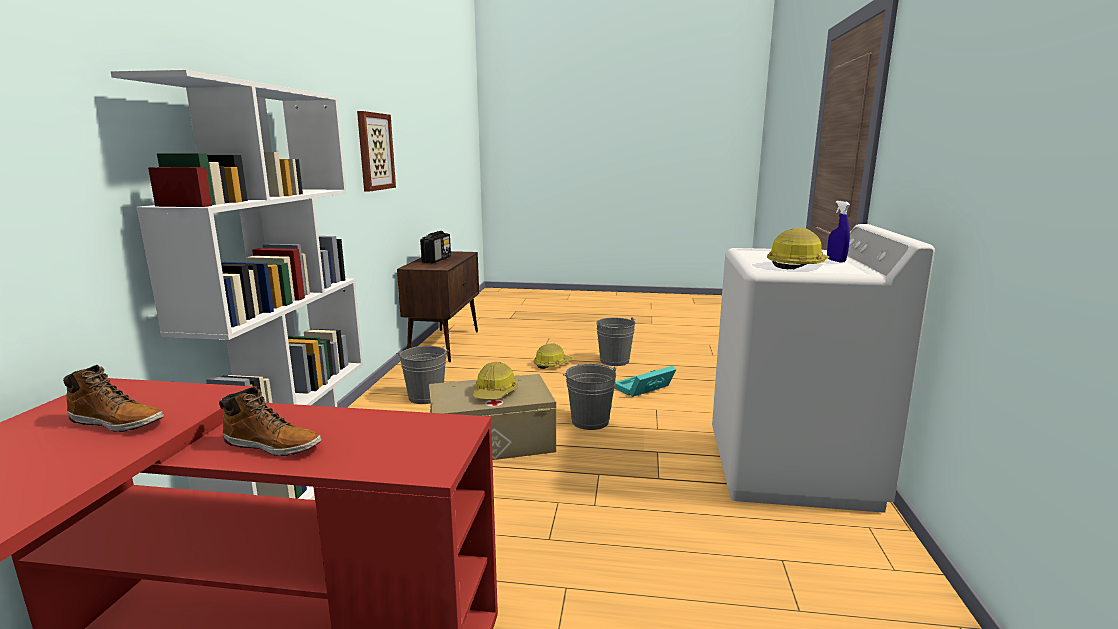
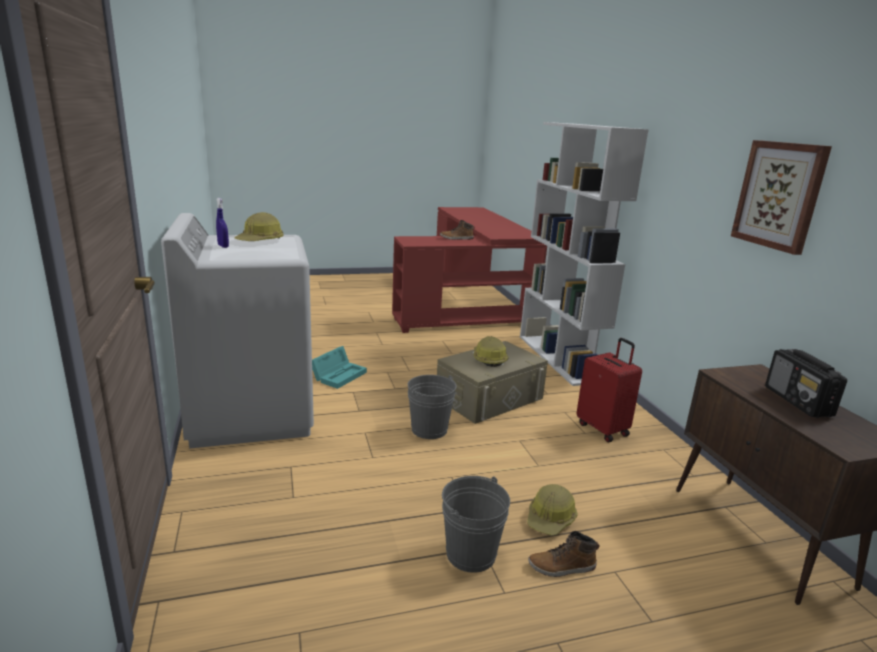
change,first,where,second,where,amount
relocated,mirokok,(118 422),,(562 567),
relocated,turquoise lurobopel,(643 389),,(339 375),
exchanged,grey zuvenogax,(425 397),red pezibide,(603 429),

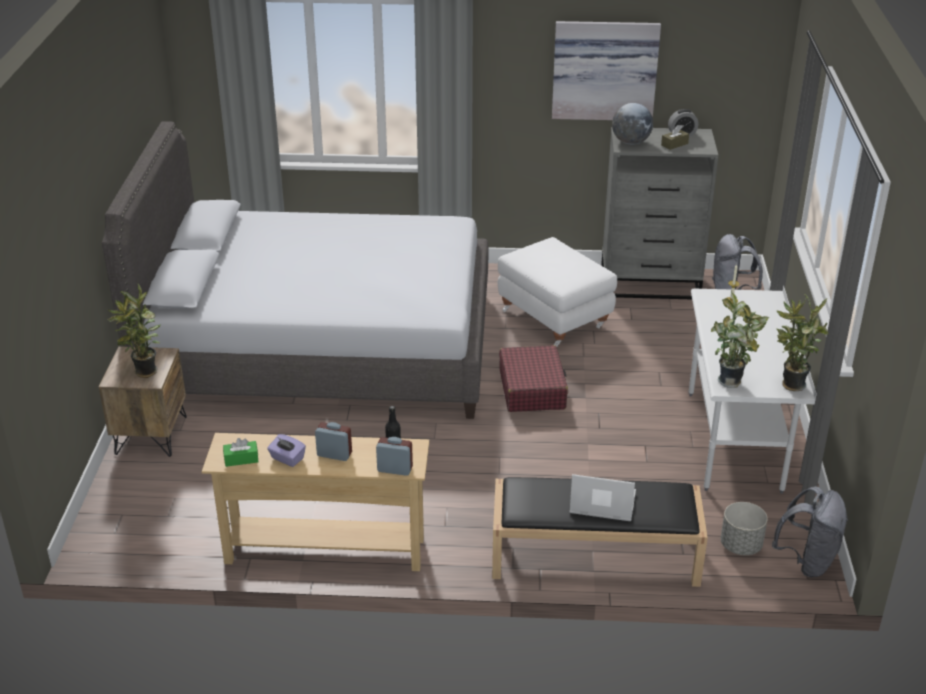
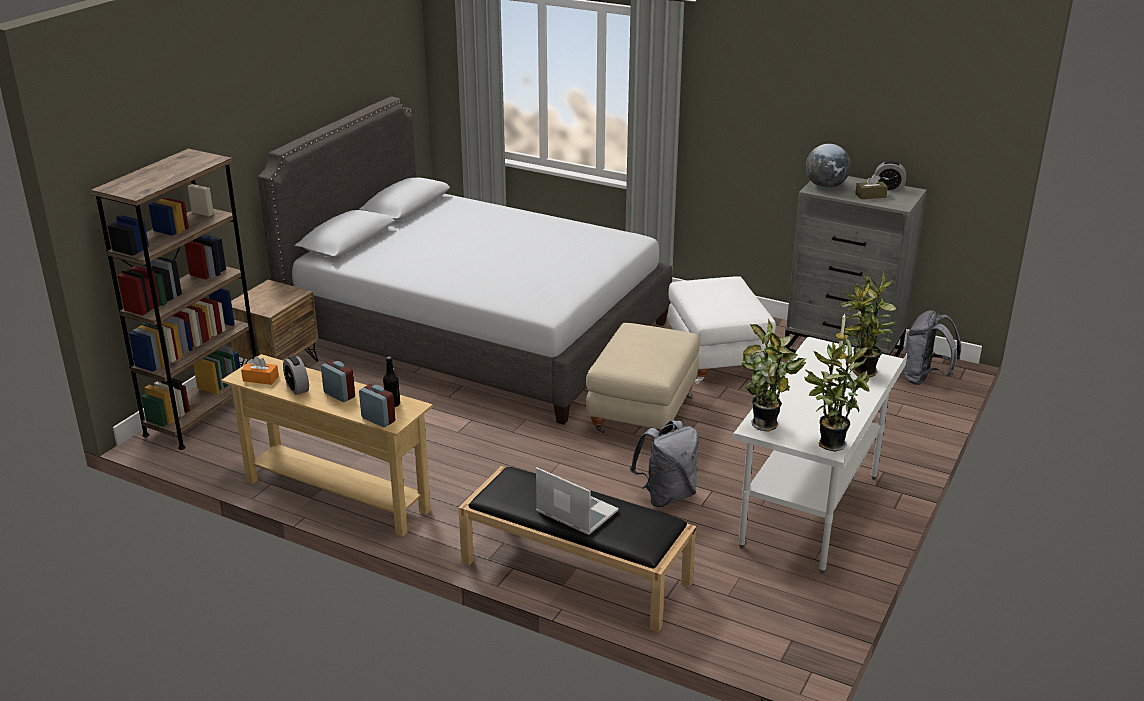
change,first,where,second,where,amount
missing,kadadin,(604 69),,,
missing,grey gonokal,(741 545),,,
appeared,,,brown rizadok,(204 414),
relocated,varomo,(144 373),,(862 373),
relocated,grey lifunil,(807 561),,(667 496),
exchanged,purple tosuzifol,(287 459),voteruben,(297 388),
exchanged,red pezibide,(532 389),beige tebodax,(642 413),
colour,green tosuzifol,(241 459),orange tosuzifol,(260 379),

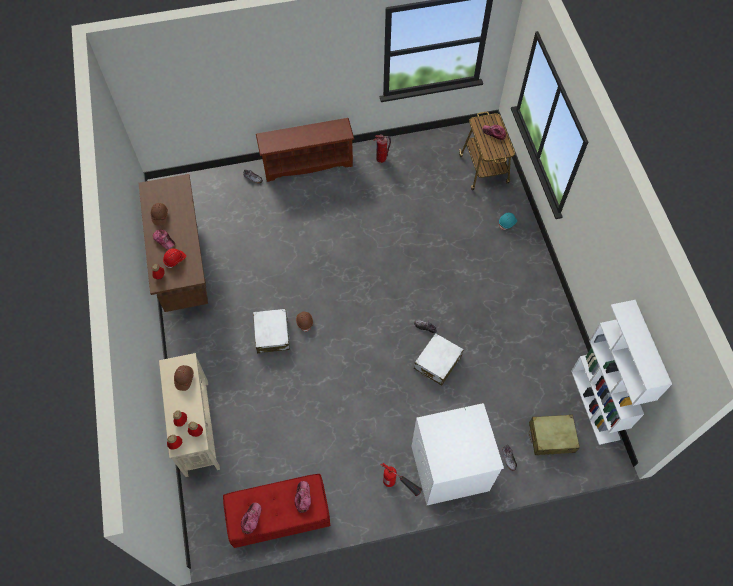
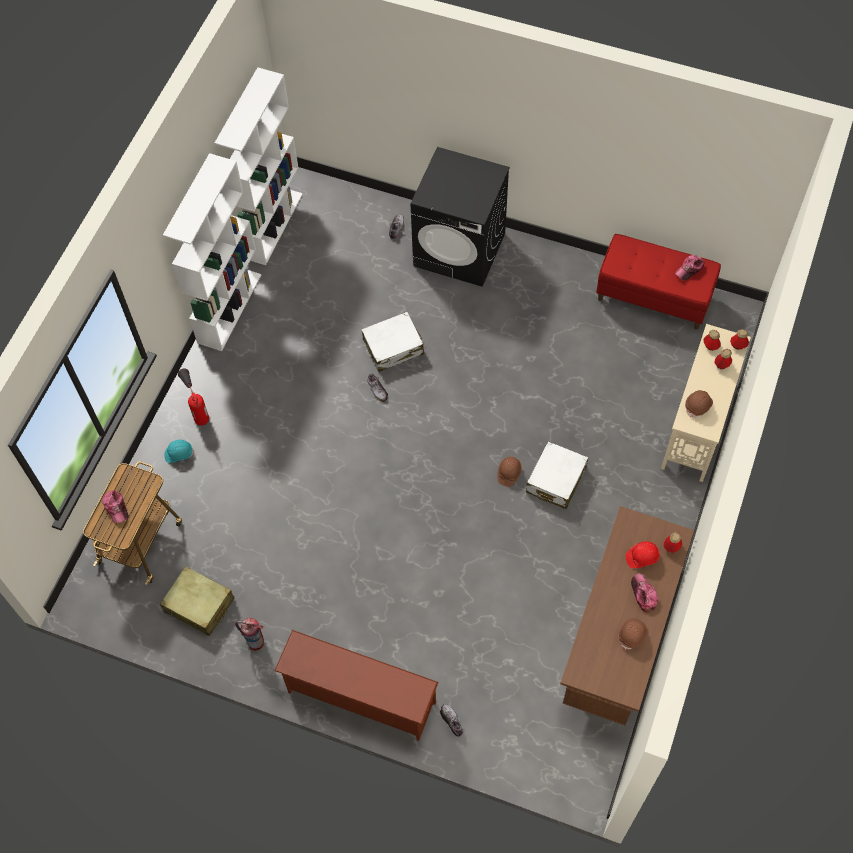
change,first,where,second,where,amount
missing,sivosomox,(303 497),,,
appeared,,,white rizadok,(229 308),
relocated,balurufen,(399 487),,(197 408),
relocated,beige pezibide,(551 437),,(199 605),
colour,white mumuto,(449 468),black mumuto,(460 249),

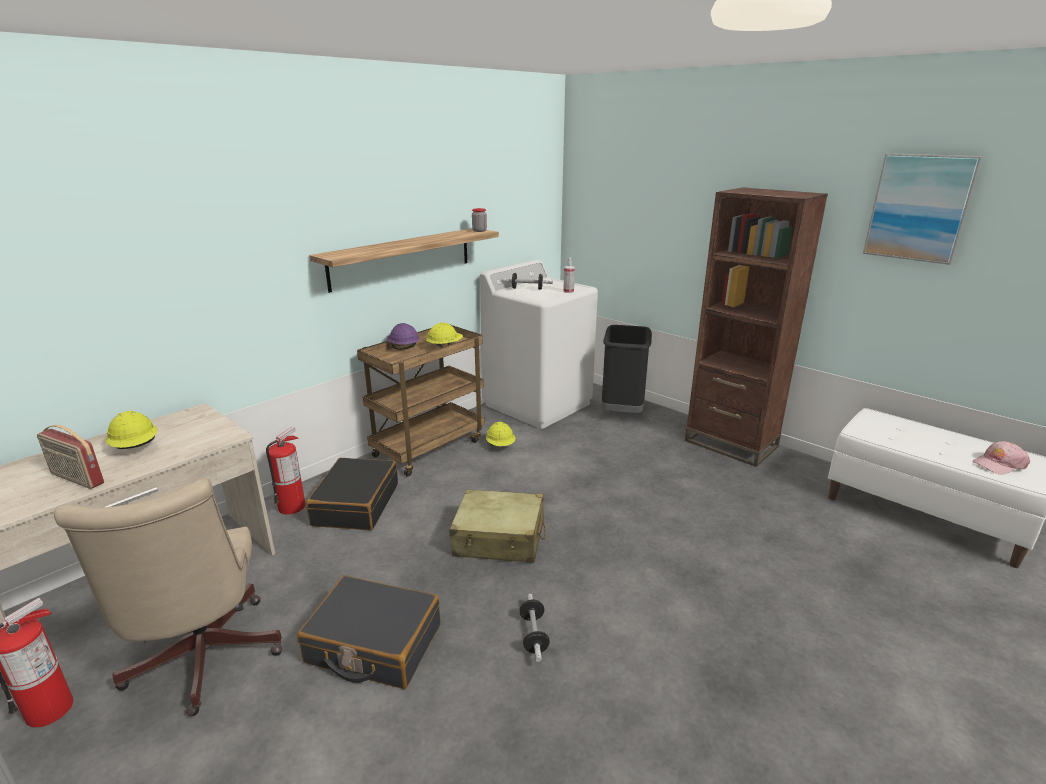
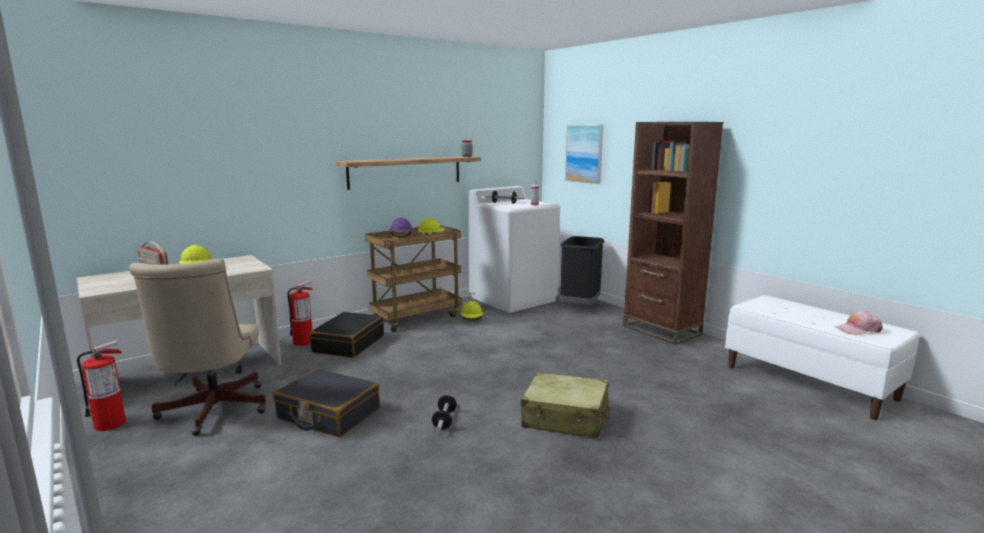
change,first,where,second,where,amount
relocated,beige pezibide,(499 539),,(566 418),
relocated,kadadin,(919 208),,(584 153),

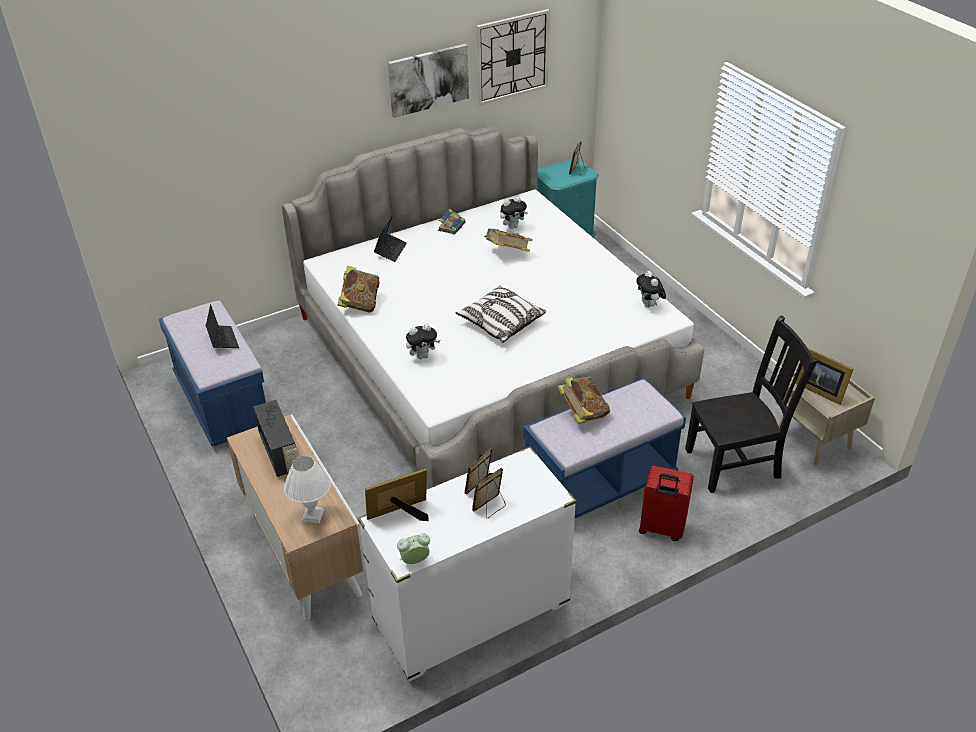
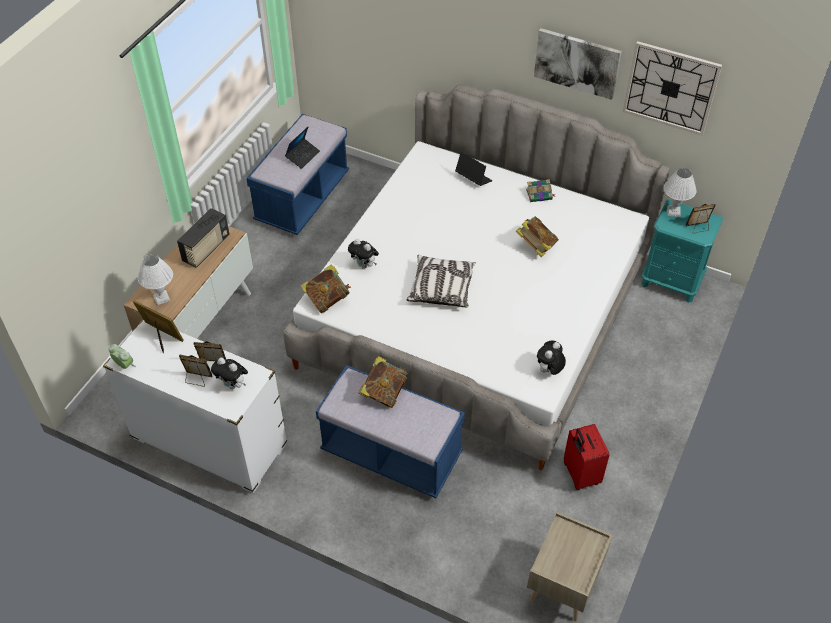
change,first,where,second,where,amount
missing,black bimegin,(735 463),,,
missing,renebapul,(818 389),,,
appeared,,,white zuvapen,(673 211),
relocated,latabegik,(360 303),,(327 299),
relocated,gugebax,(513 226),,(233 385),
relocated,red pezibide,(661 529),,(580 474),
spun,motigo,(390 250),,(473 178),120 degrees counterclockwise

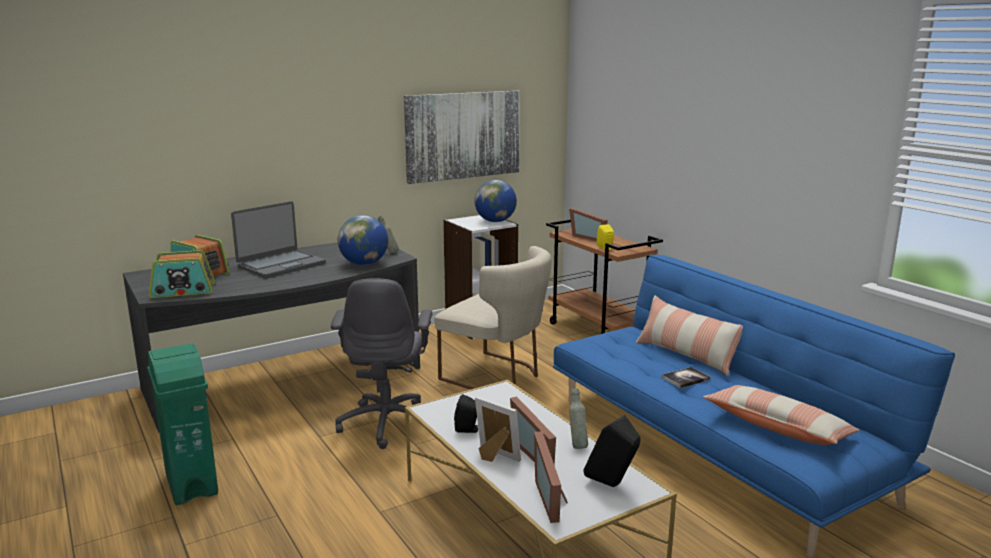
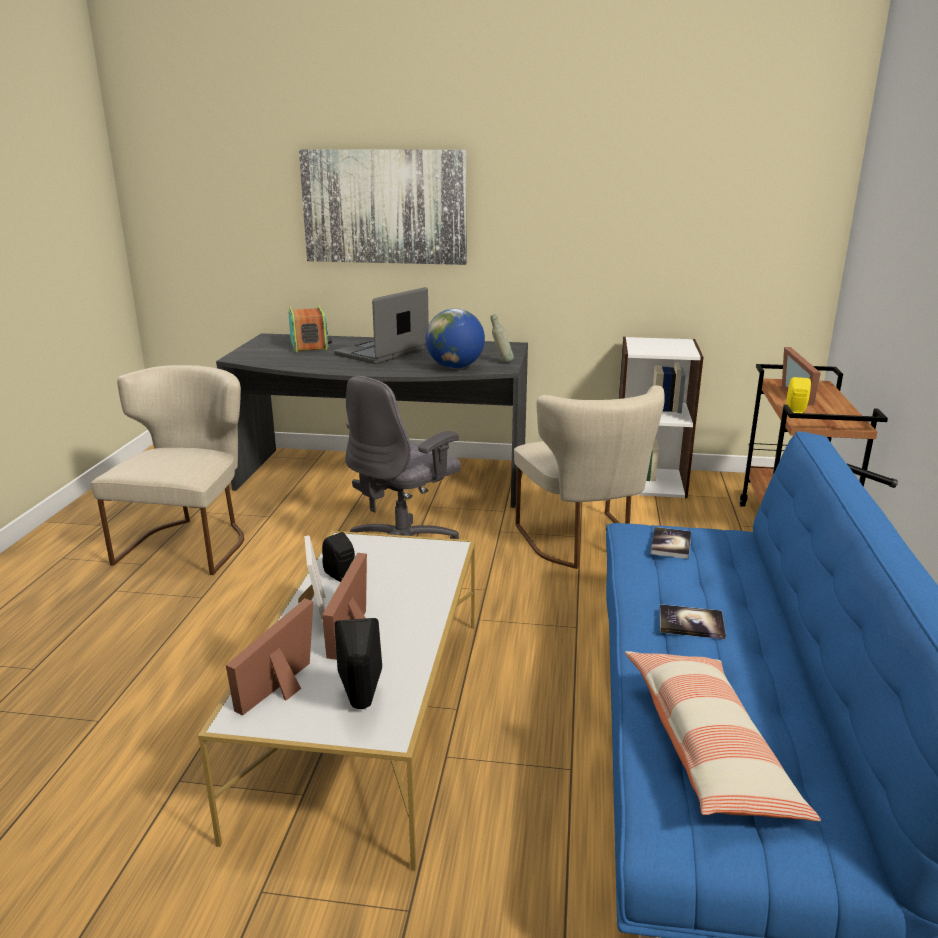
change,first,where,second,where,amount
missing,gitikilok,(183 291),,,
missing,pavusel,(495 221),,,
missing,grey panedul,(577 445),,,
missing,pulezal,(686 355),,,
appeared,,,latabegik,(671 544),
relocated,kadadin,(463 135),,(384 207),
exchanged,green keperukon,(192 483),beige bimegin,(190 542),
spun,motigo,(281 265),,(383 352),135 degrees clockwise

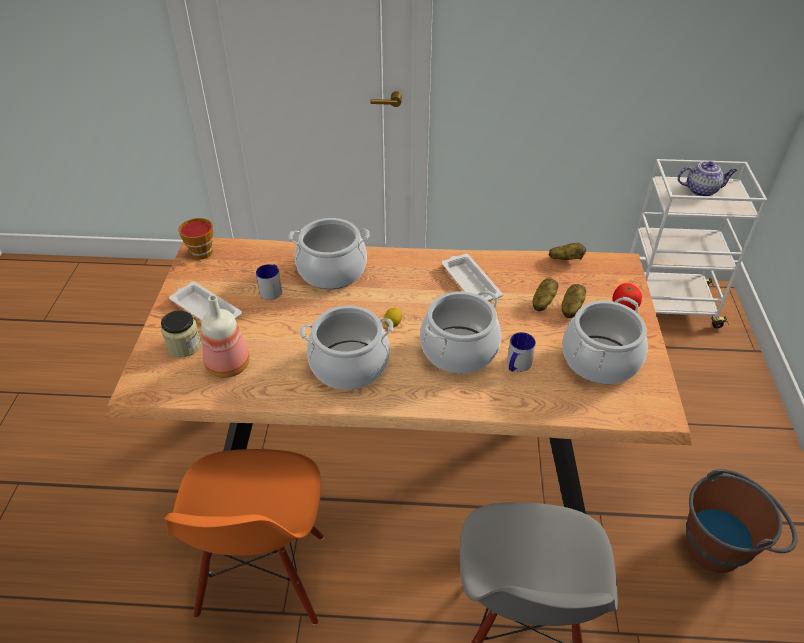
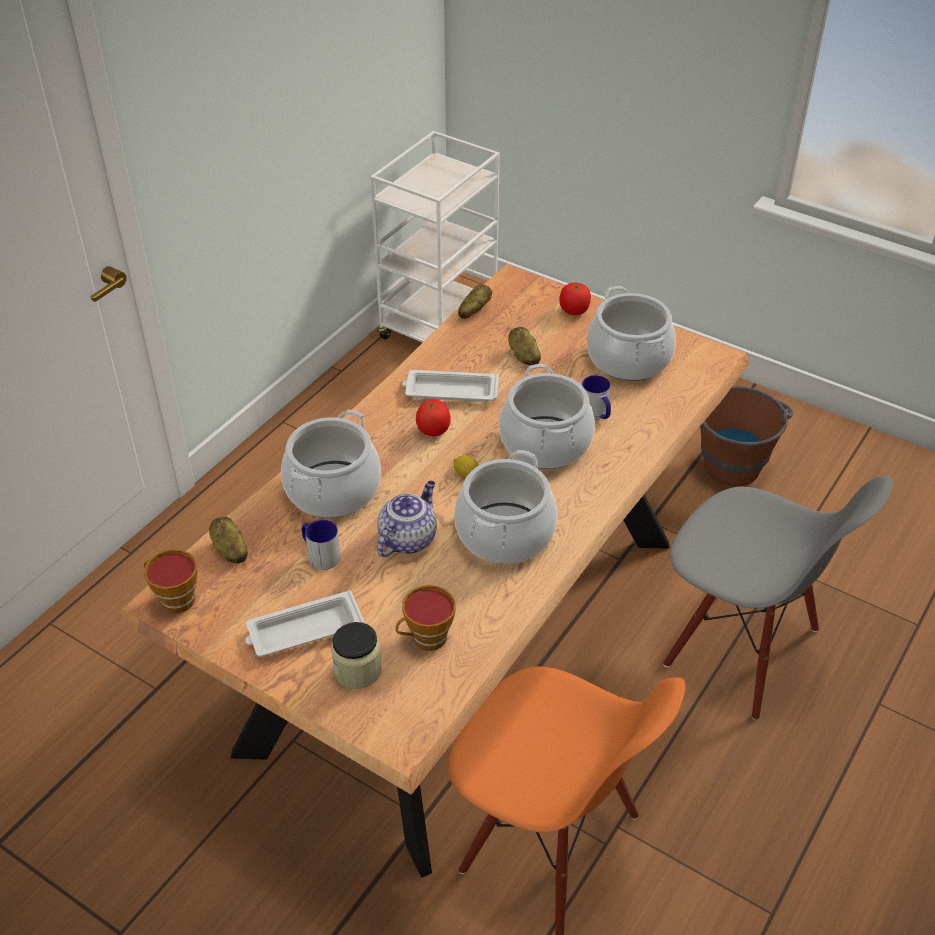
change,first,where,second,where,amount
appeared,,,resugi,(433 430),
relocated,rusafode,(571 308),,(230 550),
relocated,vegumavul,(702 190),,(407 538),
exchanged,panedul,(227 366),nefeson,(426 639),

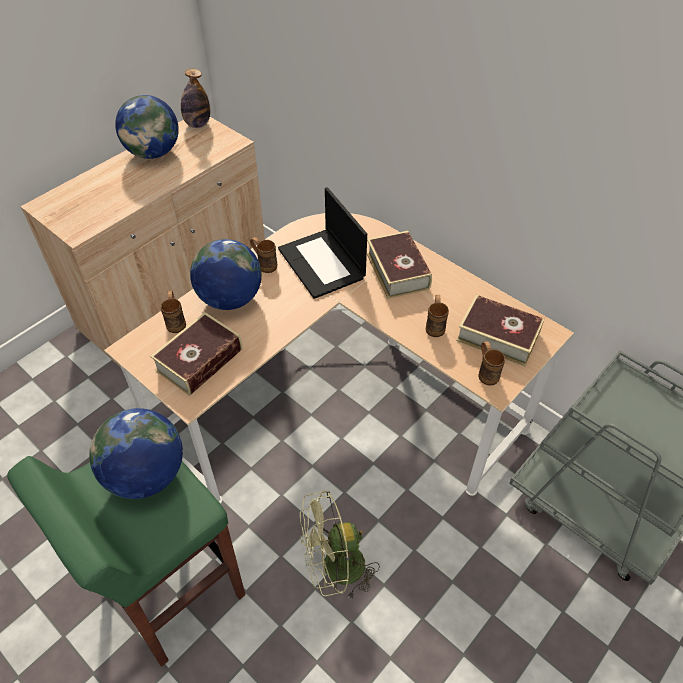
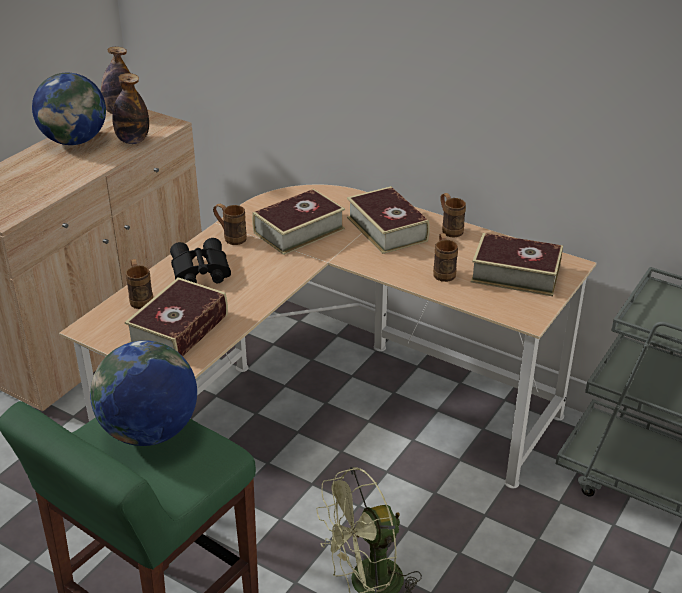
change,first,where,second,where,amount
appeared,,,panedul,(133 140),
relocated,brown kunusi,(486 372),,(449 229),
exchanged,pavusel,(230 299),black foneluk,(199 272),
exchanged,motigo,(322 264),latabegik,(299 231),

